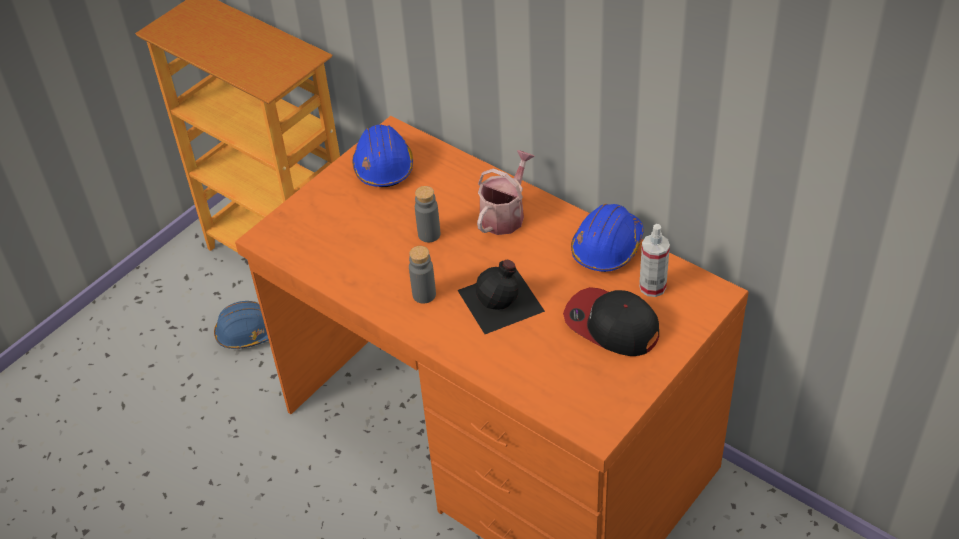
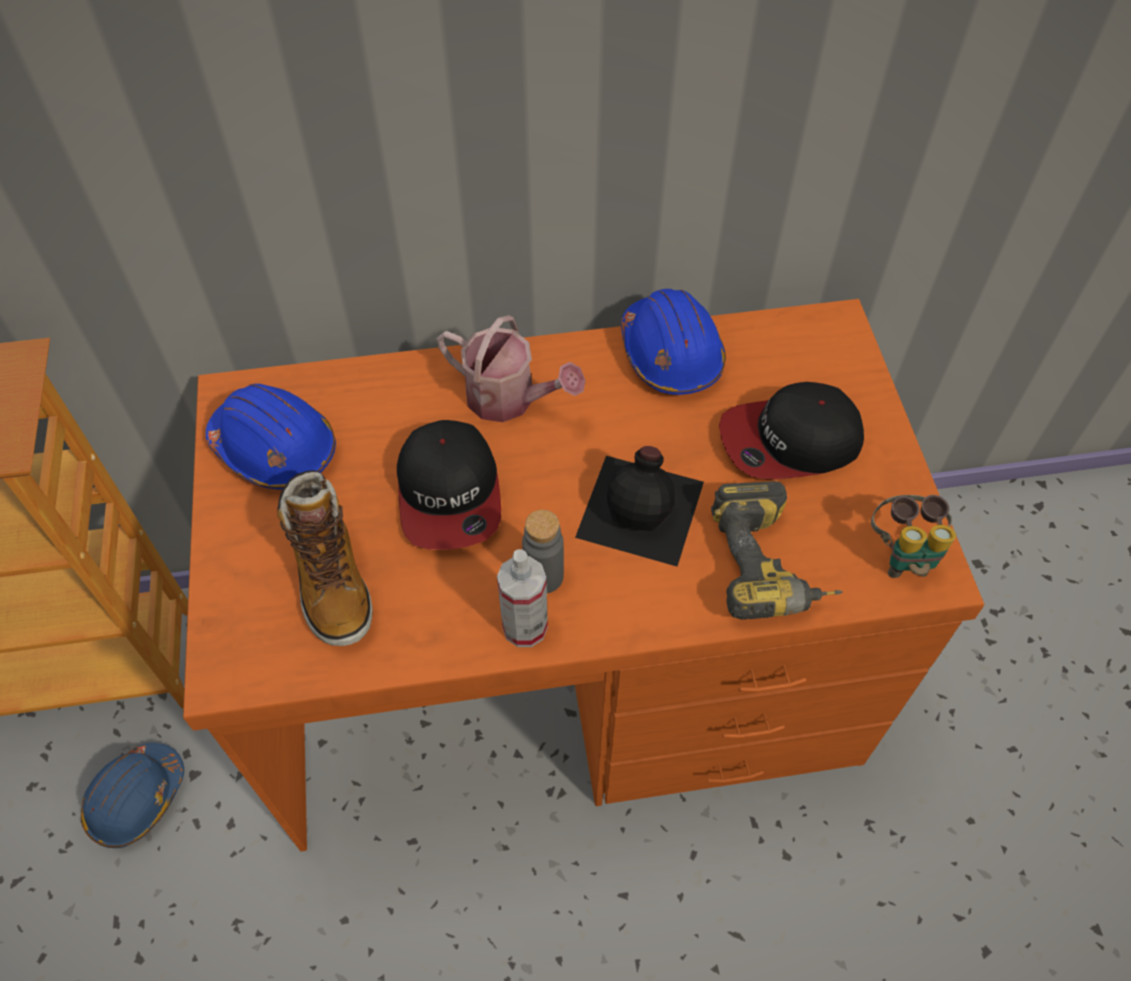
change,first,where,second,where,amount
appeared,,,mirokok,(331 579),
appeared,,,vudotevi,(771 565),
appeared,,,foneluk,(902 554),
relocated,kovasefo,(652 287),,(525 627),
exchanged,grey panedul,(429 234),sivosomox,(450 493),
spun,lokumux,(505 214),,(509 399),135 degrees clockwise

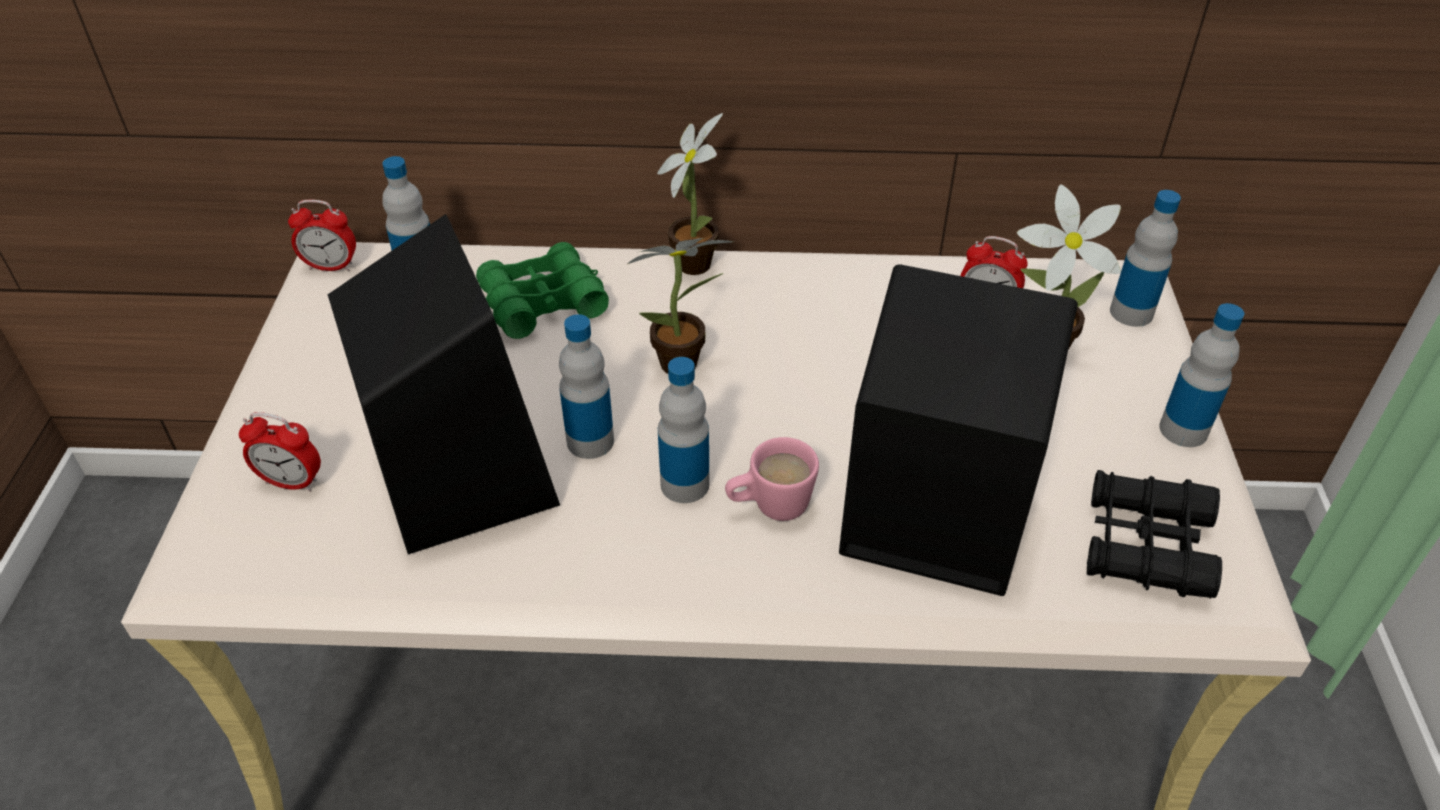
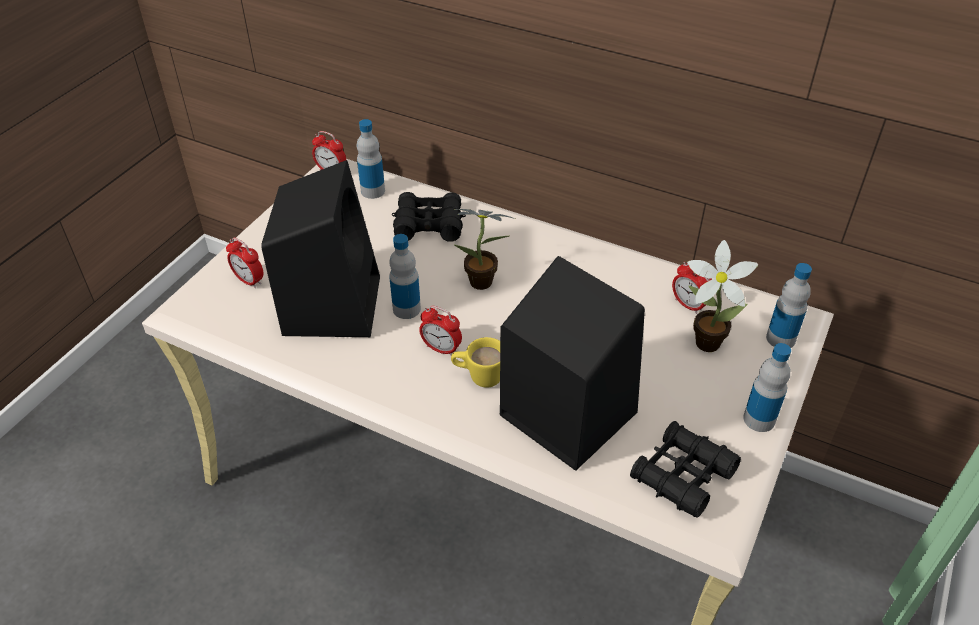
change,first,where,second,where,amount
missing,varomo,(695 260),,,
exchanged,panedul,(685 484),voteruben,(441 349),
colour,green foneluk,(542 302),black foneluk,(429 224),
colour,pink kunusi,(769 507),yellow kunusi,(479 376),

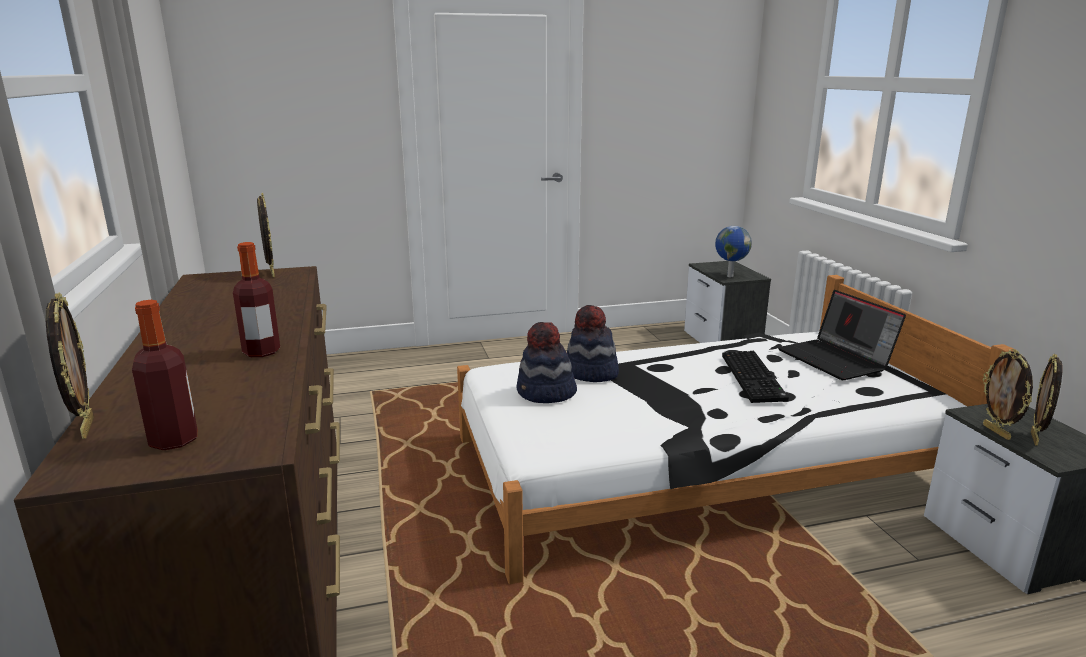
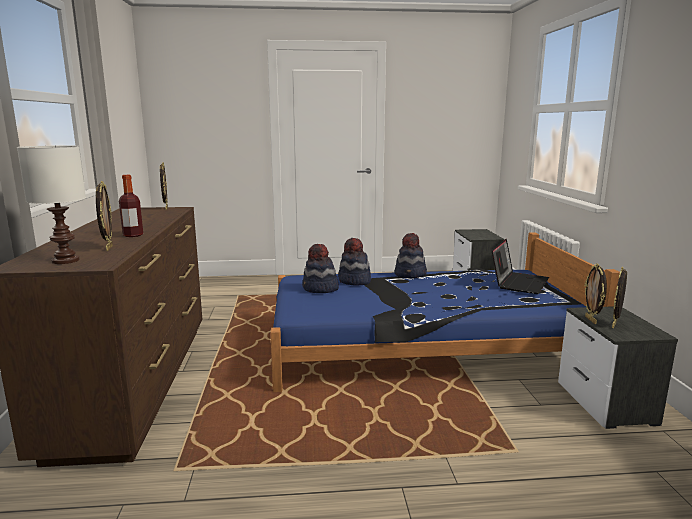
change,first,where,second,where,amount
missing,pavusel,(729 276),,,
missing,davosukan,(755 378),,,
appeared,,,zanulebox,(410 274),
relocated,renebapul,(85 428),,(108 248),
exchanged,panedul,(174 440),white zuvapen,(64 260),
colour,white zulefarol,(700 466),blue zulefarol,(422 346),
spun,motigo,(836 360),,(518 283),135 degrees counterclockwise

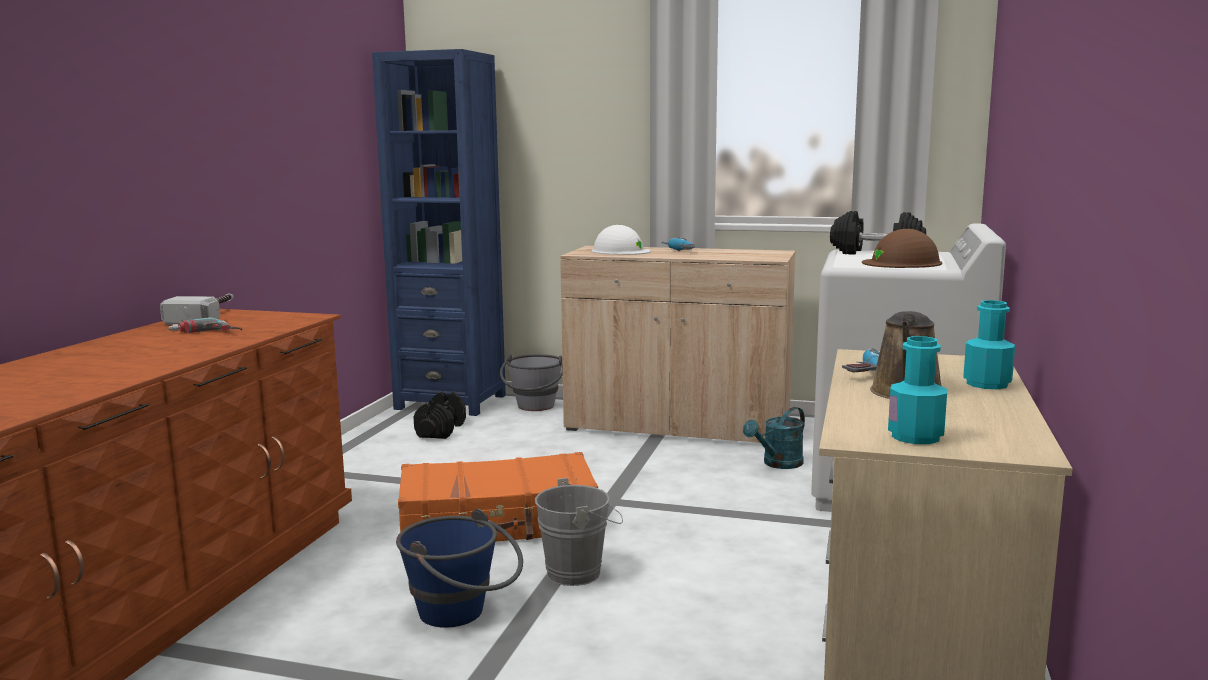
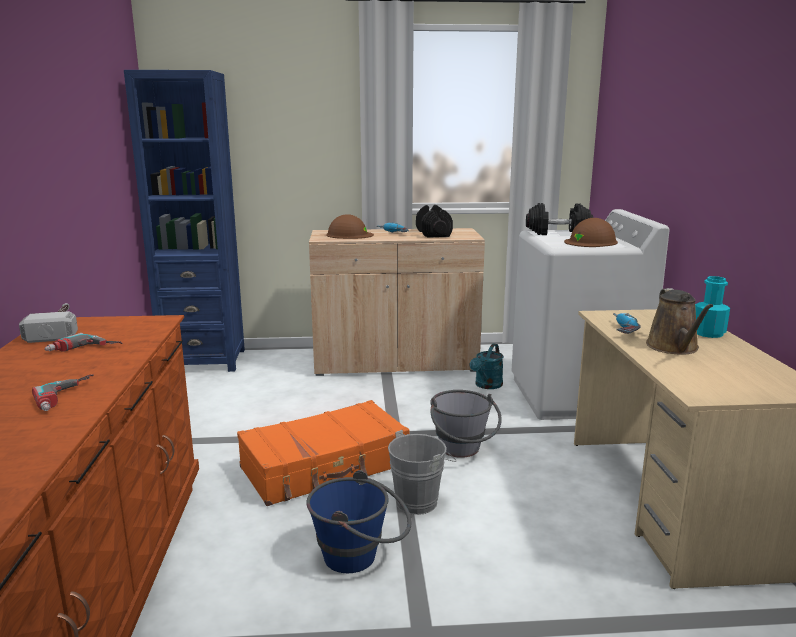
change,first,where,second,where,amount
missing,turquoise panedul,(915 436),,,
appeared,,,vudotevi,(69 397),
relocated,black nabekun,(440 430),,(433 233),
relocated,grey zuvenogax,(534 408),,(462 452),
colour,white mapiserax,(620 251),brown mapiserax,(349 235),

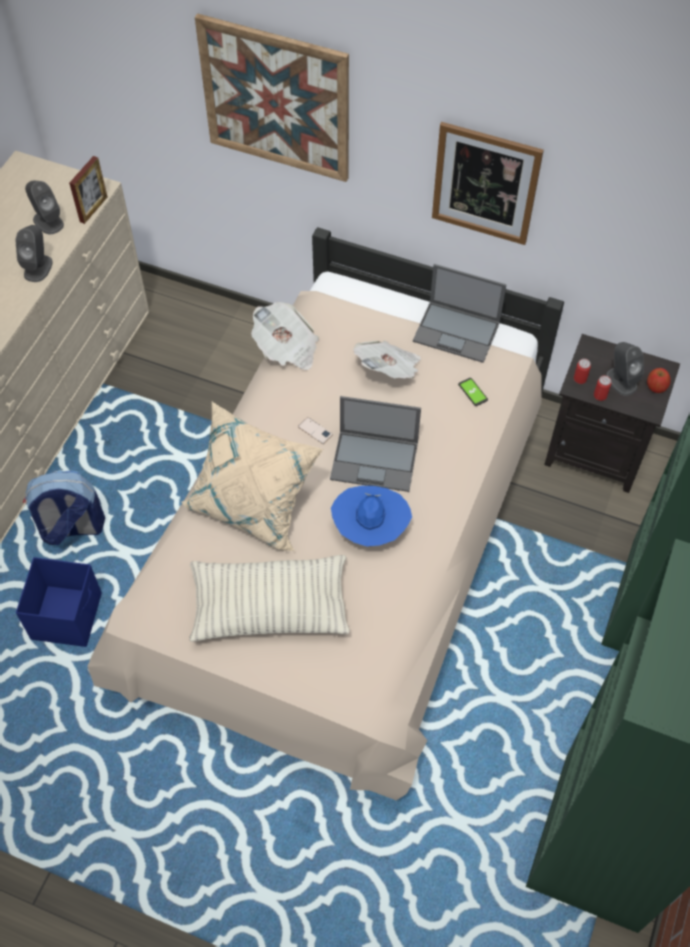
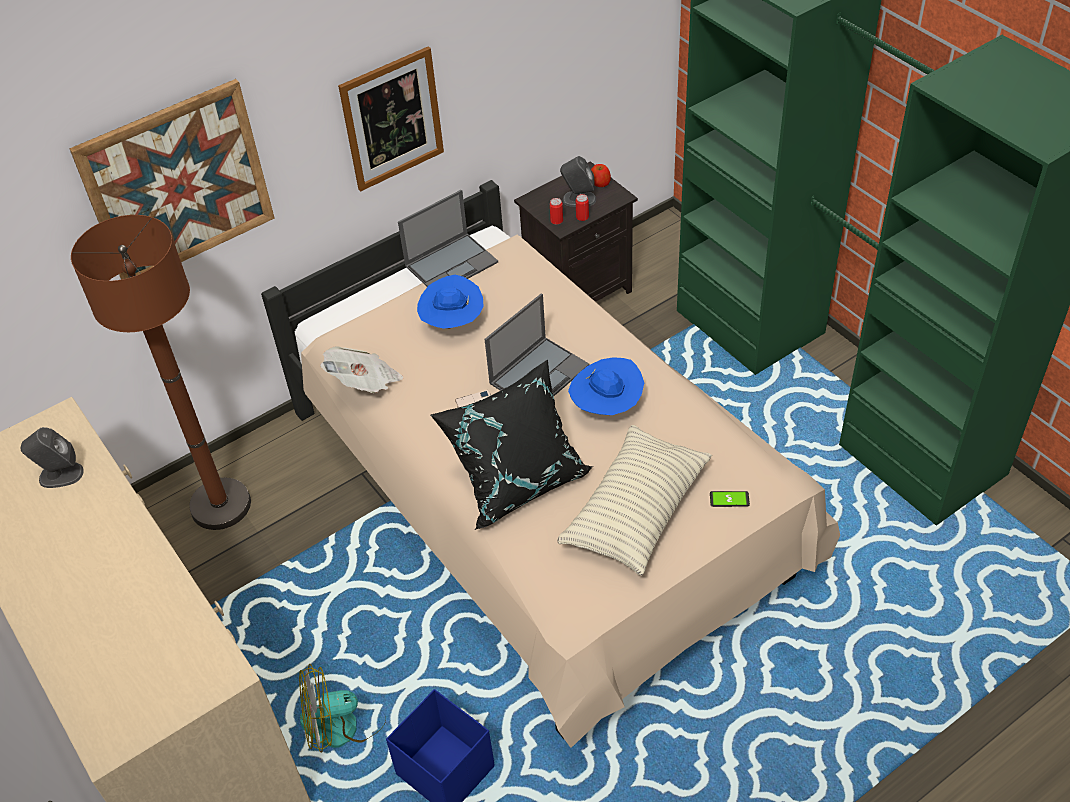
change,first,where,second,where,amount
missing,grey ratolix,(38 268),,,
missing,renebapul,(93 209),,,
appeared,,,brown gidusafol,(220 505),
relocated,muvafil,(473 392),,(729 499),
exchanged,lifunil,(71 528),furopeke,(343 722),
exchanged,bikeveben,(389 370),blue zanulebox,(452 323),
colour,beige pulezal,(253 505),black pulezal,(517 479),

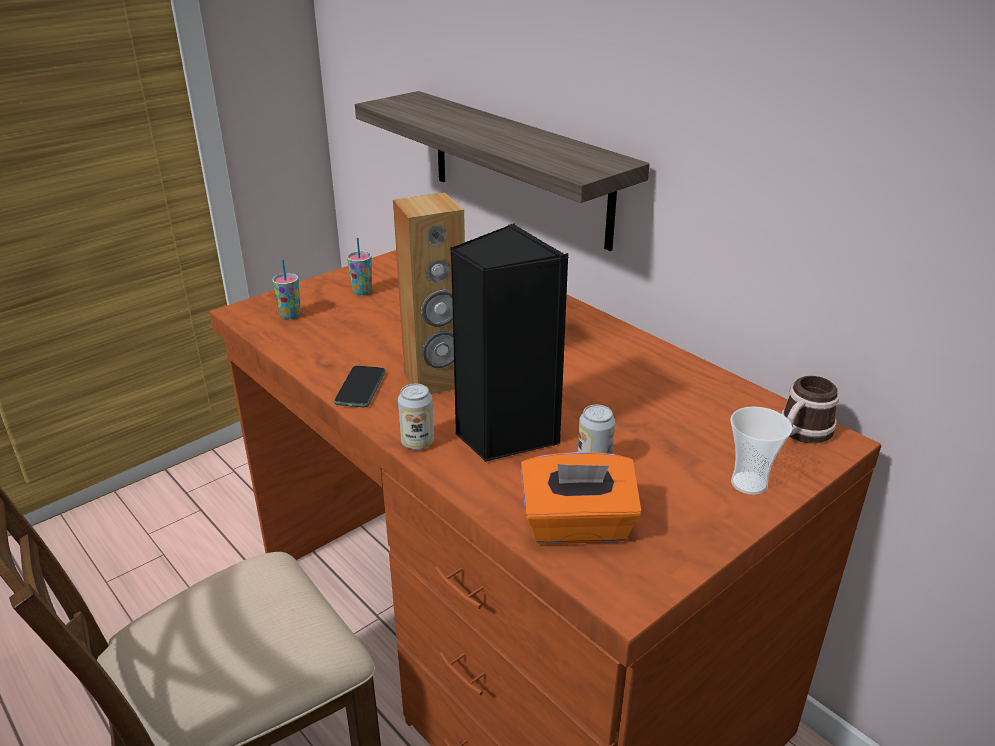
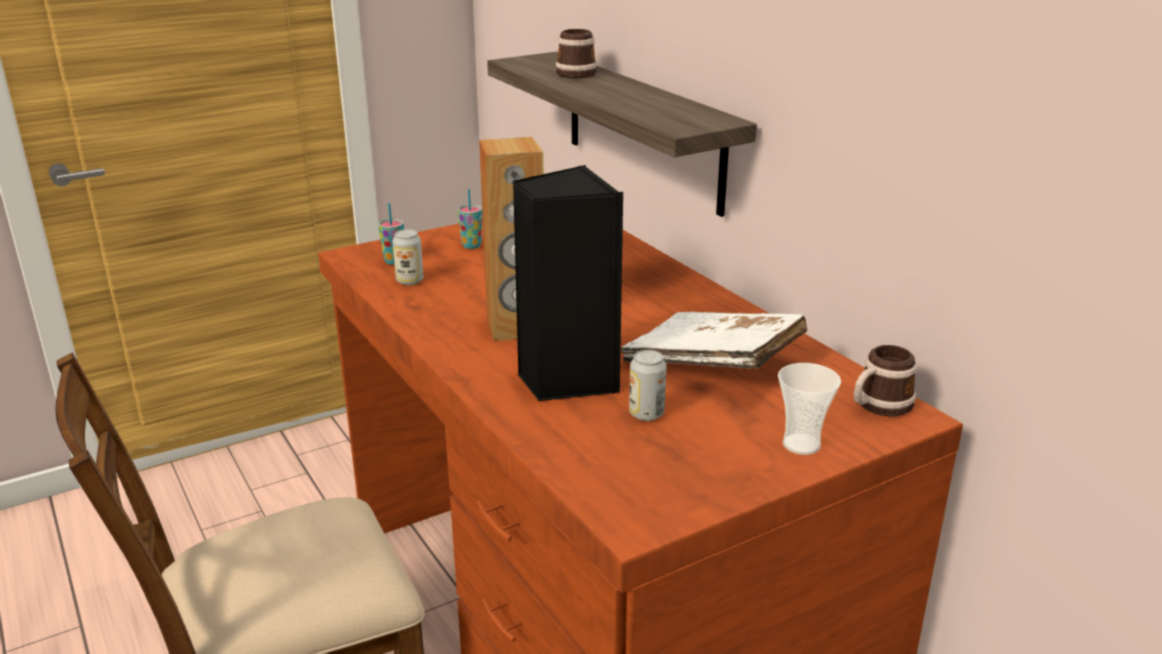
change,first,where,second,where,amount
missing,muvafil,(360 387),,,
missing,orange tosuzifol,(577 526),,,
appeared,,,kunusi,(577 72),
appeared,,,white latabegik,(713 365),
relocated,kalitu,(417 442),,(409 281),

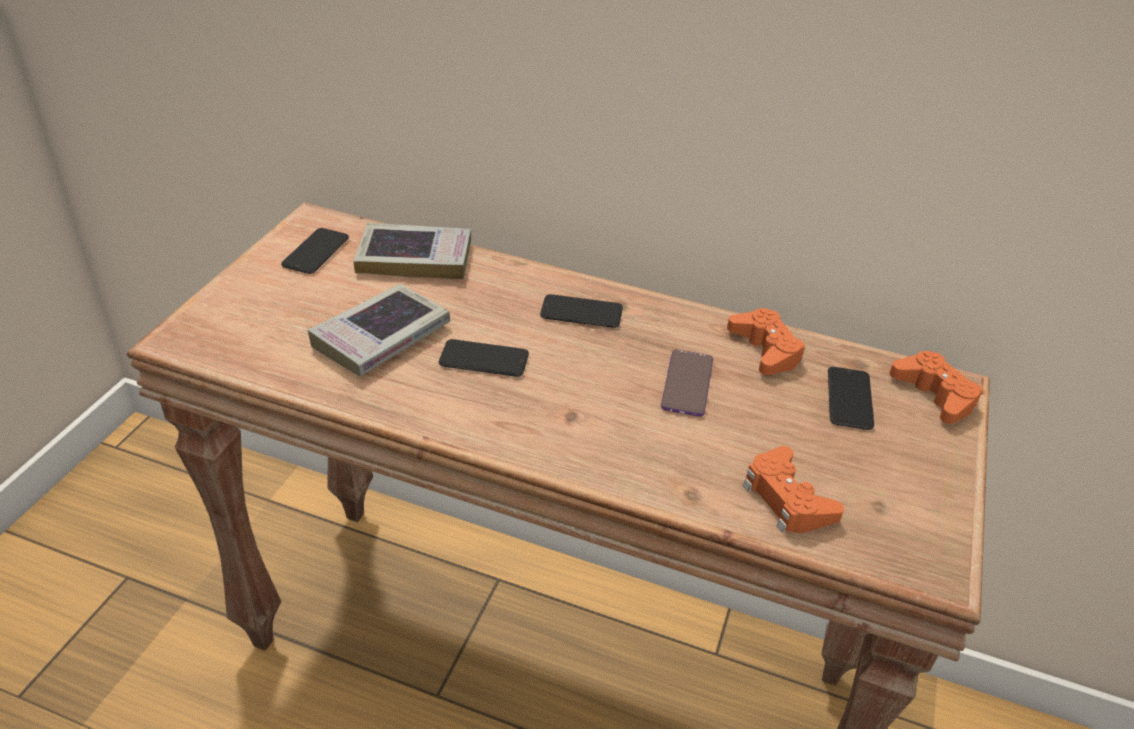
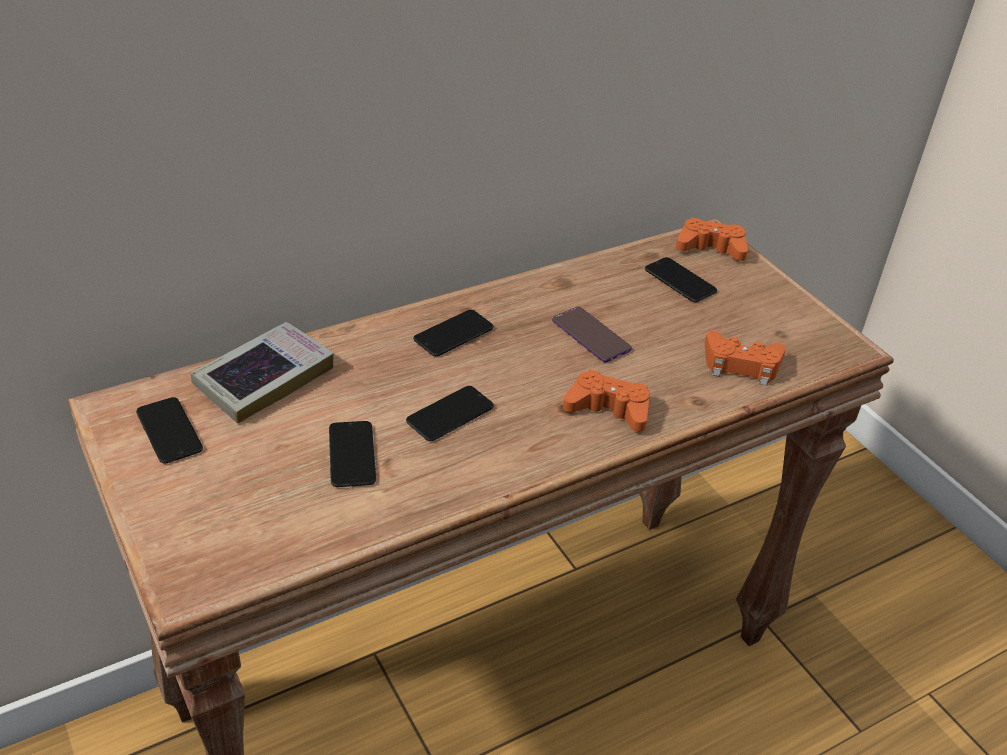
change,first,where,second,where,amount
relocated,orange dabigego,(765 349),,(608 409),
exchanged,latabegik,(381 337),muvafil,(352 455),

